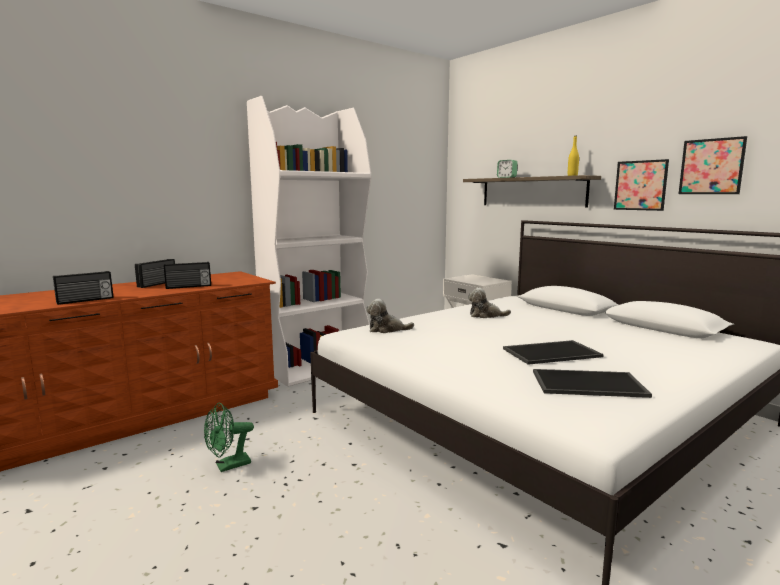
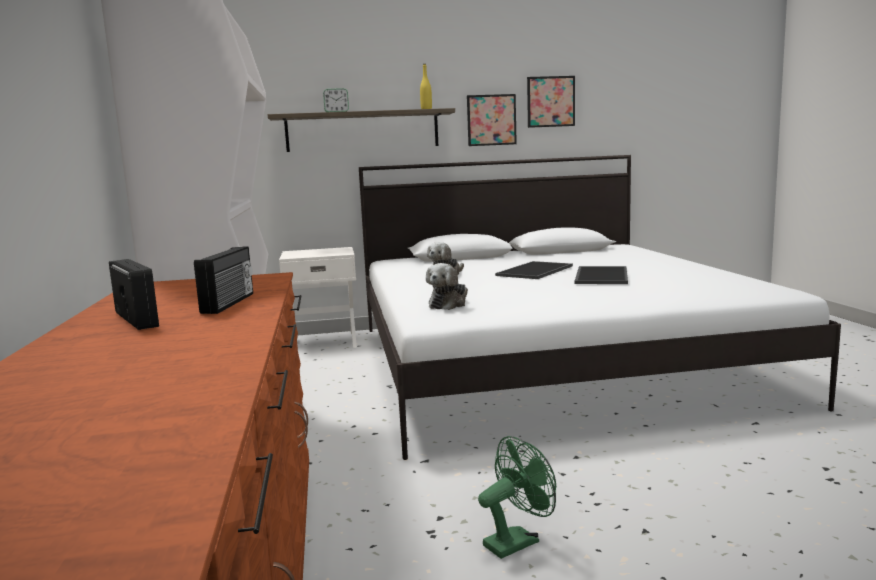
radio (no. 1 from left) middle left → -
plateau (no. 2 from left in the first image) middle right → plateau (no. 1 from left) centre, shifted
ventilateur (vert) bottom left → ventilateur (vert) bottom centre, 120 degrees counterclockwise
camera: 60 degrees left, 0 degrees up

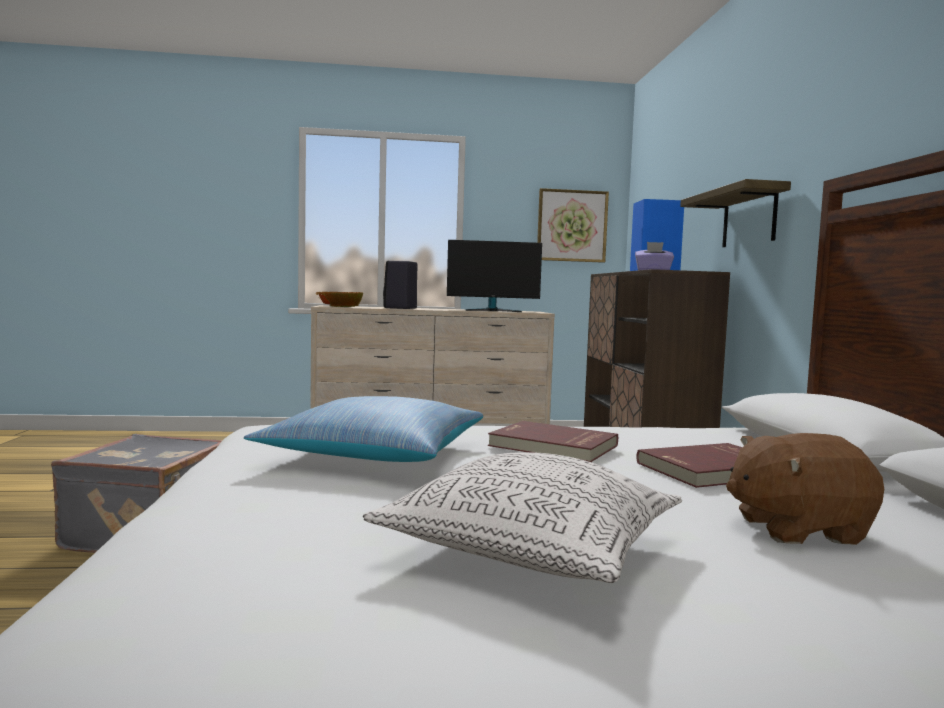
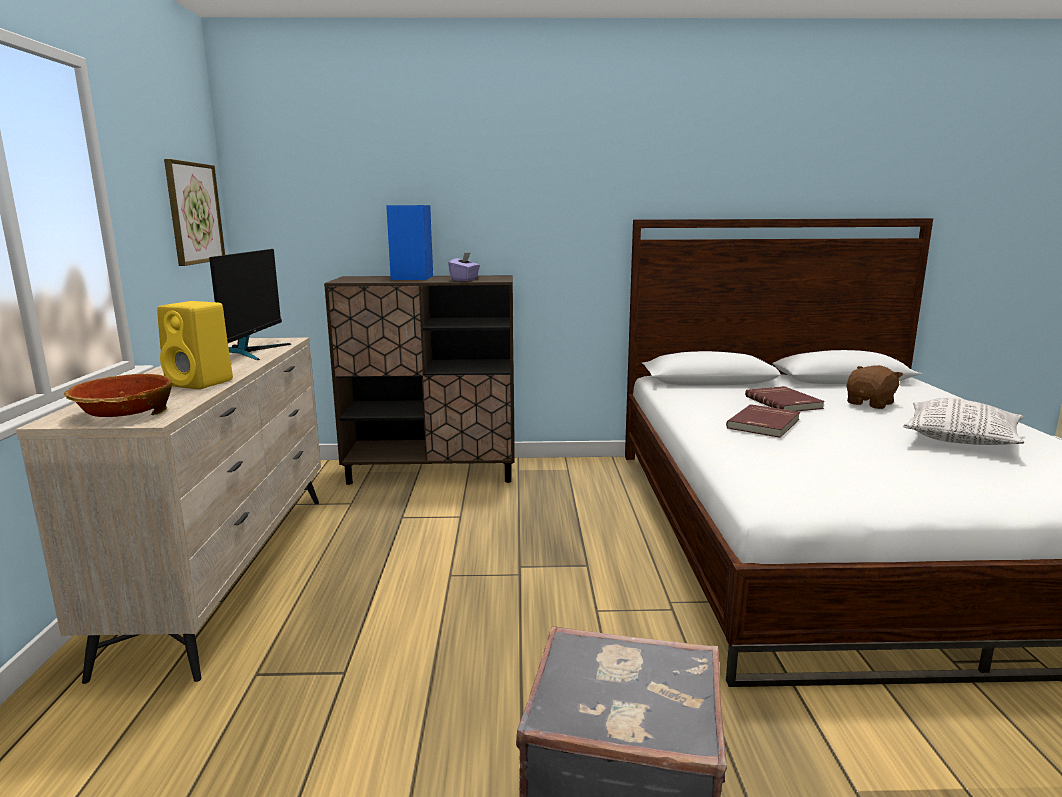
étagère top right → -
enceinte (noir) centre → enceinte (jaune) middle left
coussin (no. 1 from left) centre → -
peluche (marron) bottom right → peluche (marron) middle right, 135 degrees counterclockwise
camera: 85 degrees left, 10 degrees up

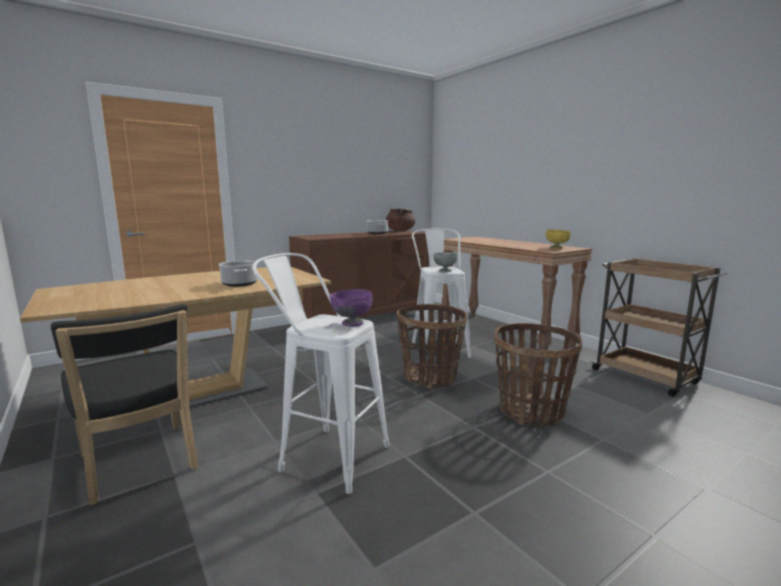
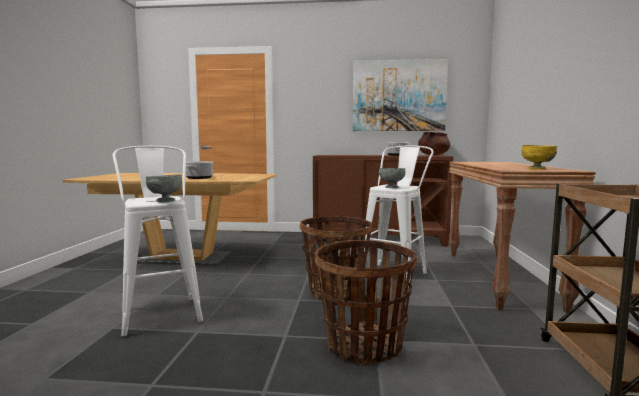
bol (violet) centre → bol (gris) (no. 1 from left) middle left
chaise (noir) bottom left → -
- → tableau top centre
camera: 40 degrees right, 5 degrees down

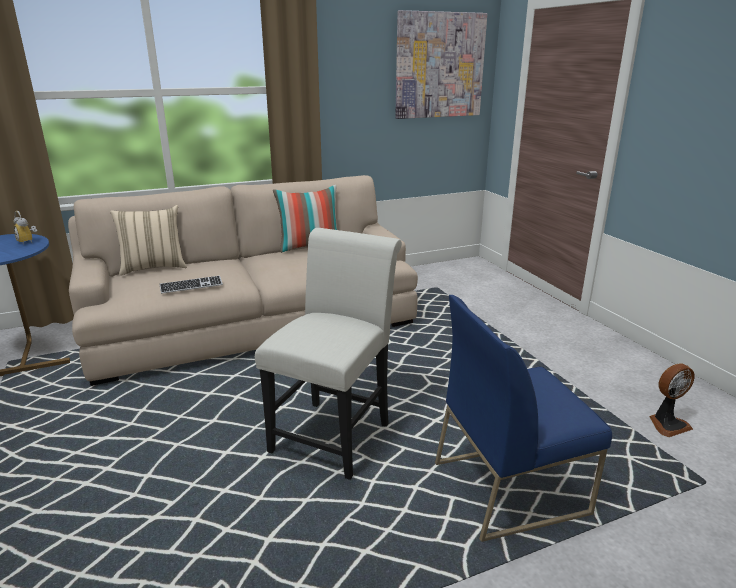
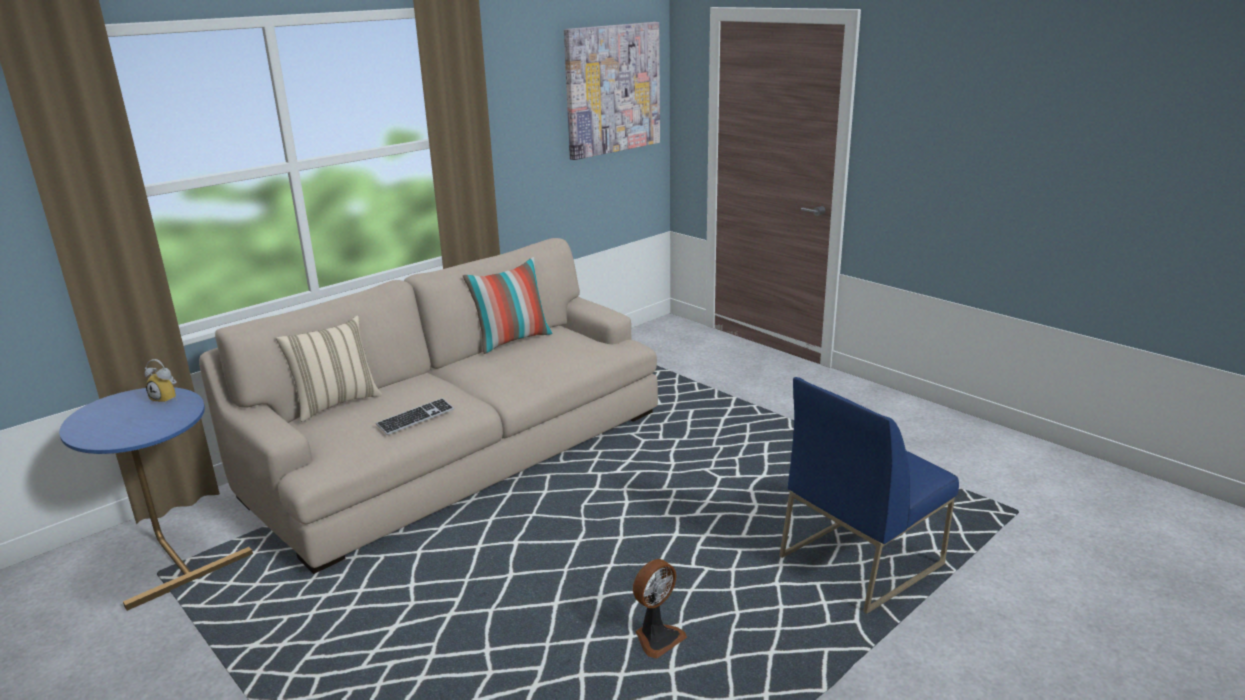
chaise (blanc) centre → -
ventilateur bottom right → ventilateur bottom centre, shifted
camera: 20 degrees left, 0 degrees up

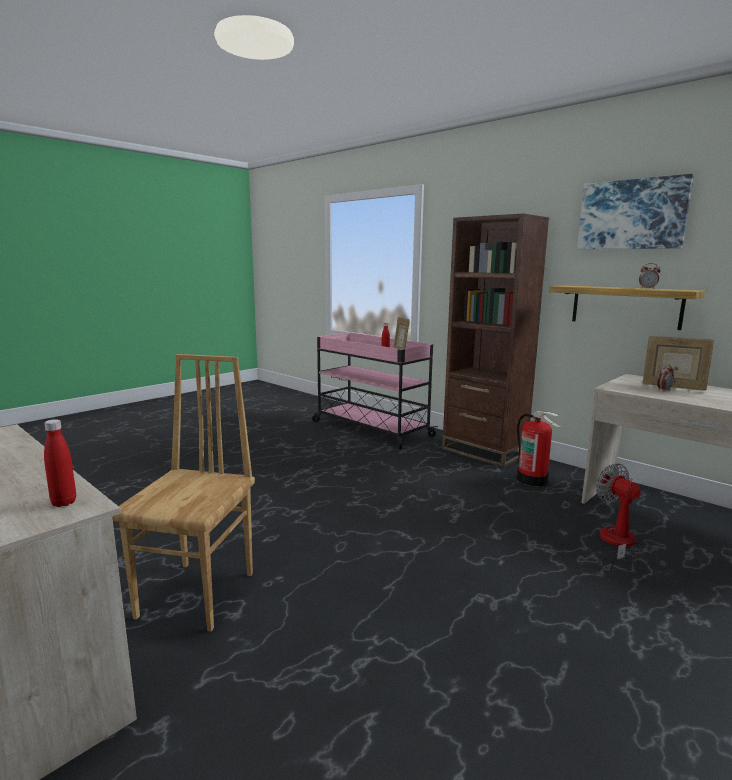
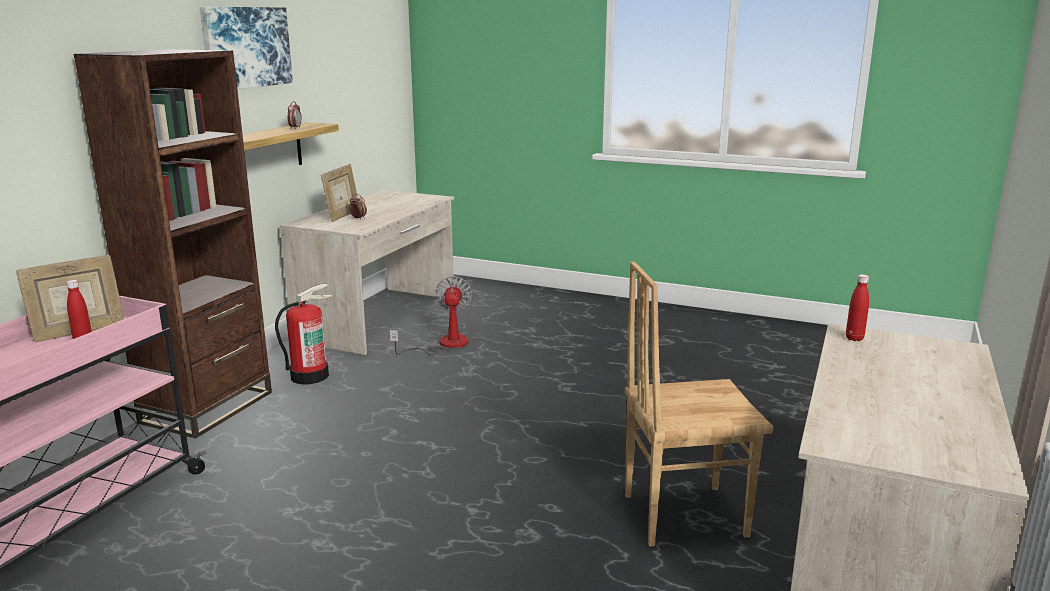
ventilateur middle right → ventilateur centre, 135 degrees clockwise
camera: 110 degrees left, 5 degrees up

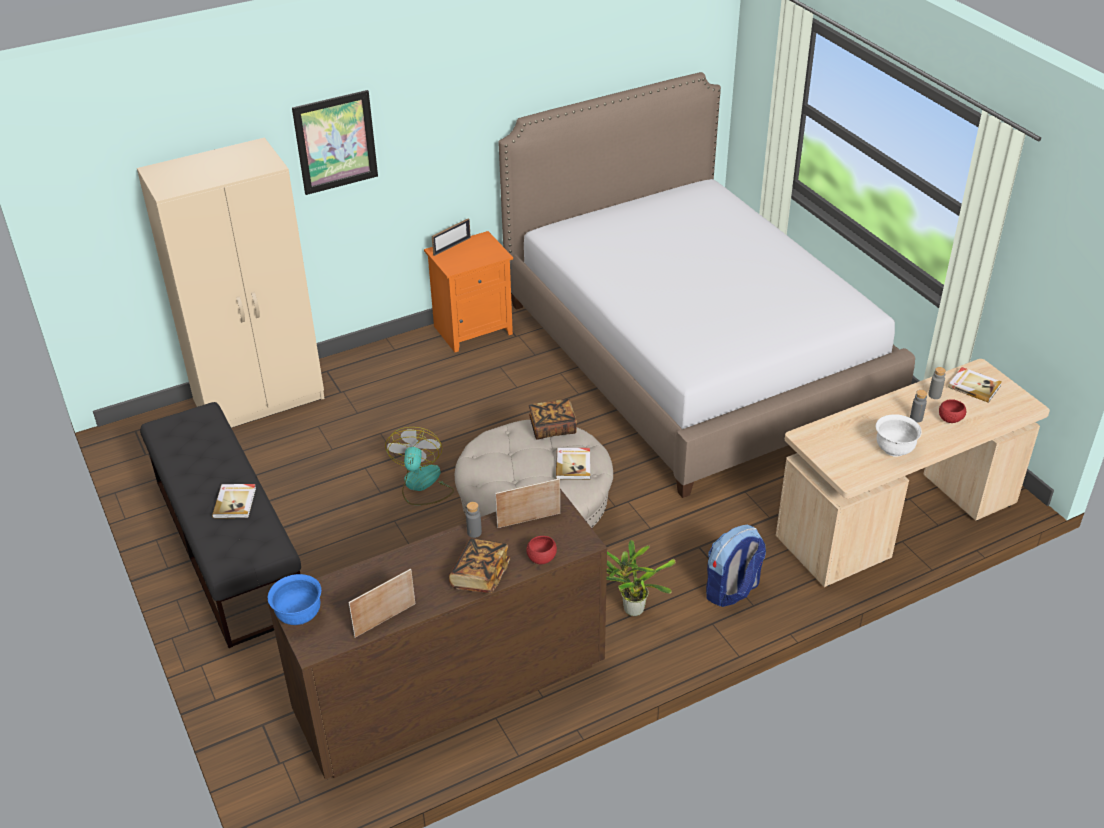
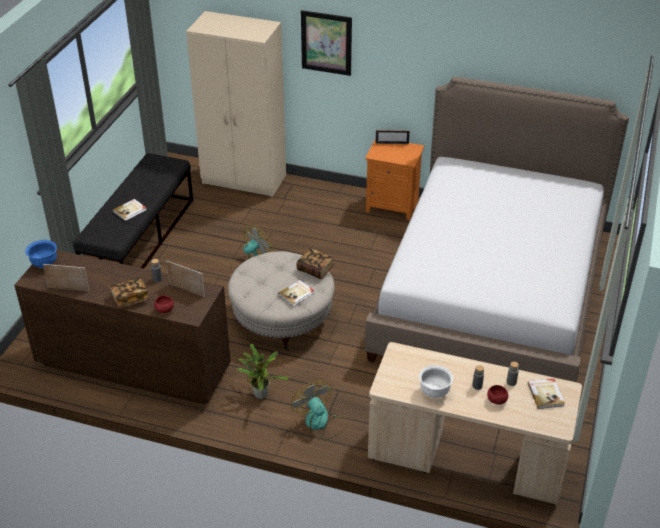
sac à dos bottom right → ventilateur (no. 2 from left) bottom centre
camera: 45 degrees right, 0 degrees up

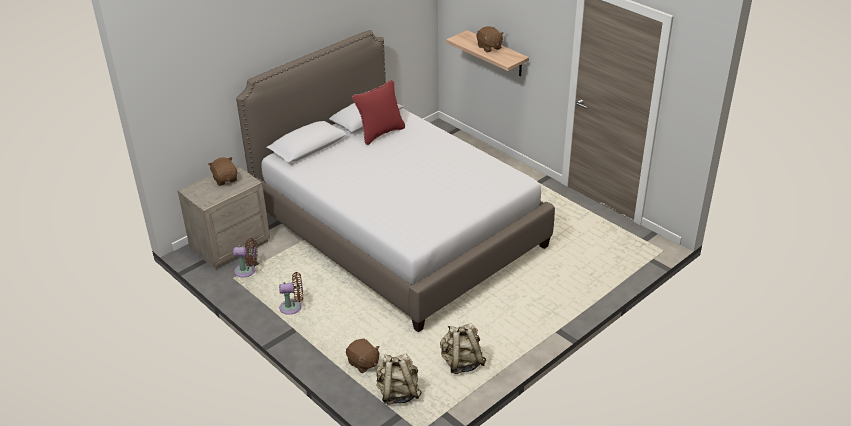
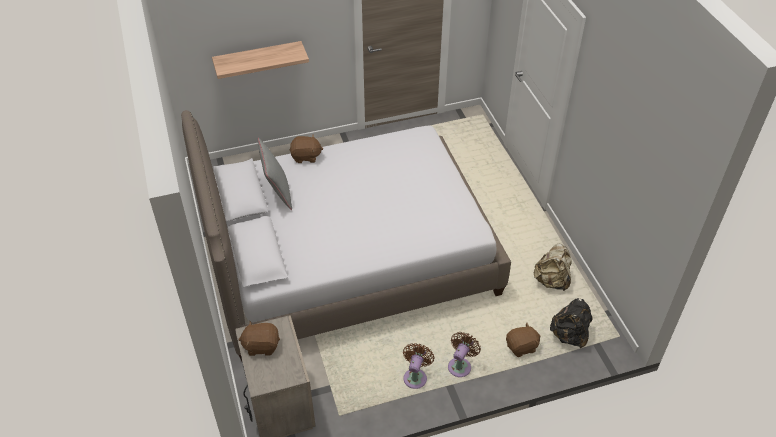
peluche (marron) (no. 3 from left in the first image) top centre → peluche (marron) (no. 2 from left) centre, shifted
coussin (rouge) top centre → coussin (gris) centre
ventilateur (marron) (no. 1 from left in the first image) middle left → ventilateur (marron) (no. 2 from left) bottom centre, shifted
sac à dos (beige) (no. 1 from left) bottom centre → sac à dos (noir) bottom right
camera: 65 degrees left, 10 degrees up

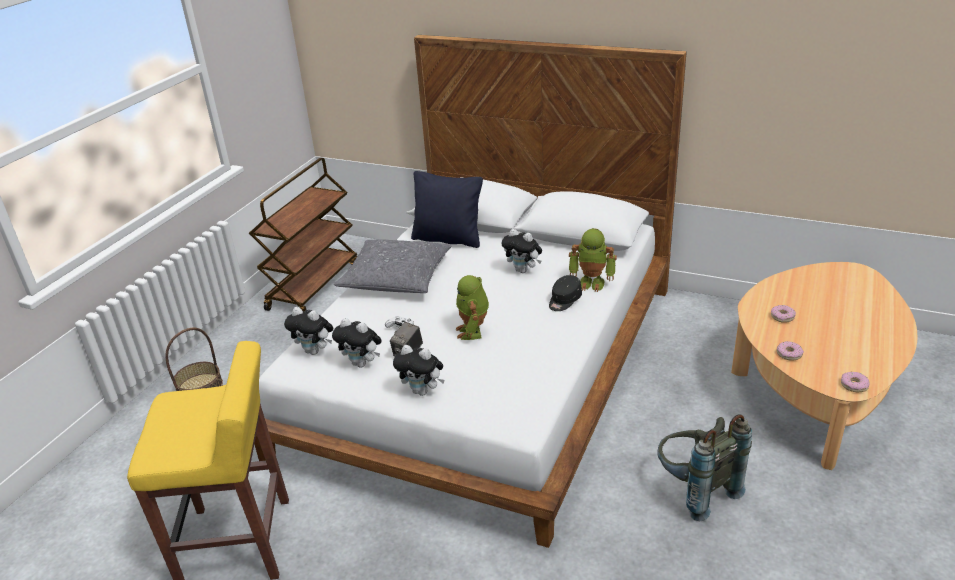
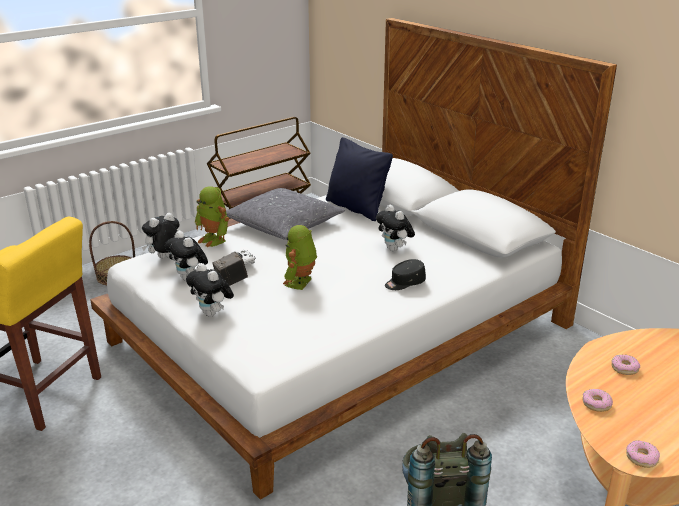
robot jouet (no. 2 from left in the first image) centre → robot jouet (no. 1 from left) middle left, shifted
peluche (no. 1 from left) middle left, 90 degrees clockwise
camera: 25 degrees right, 5 degrees down

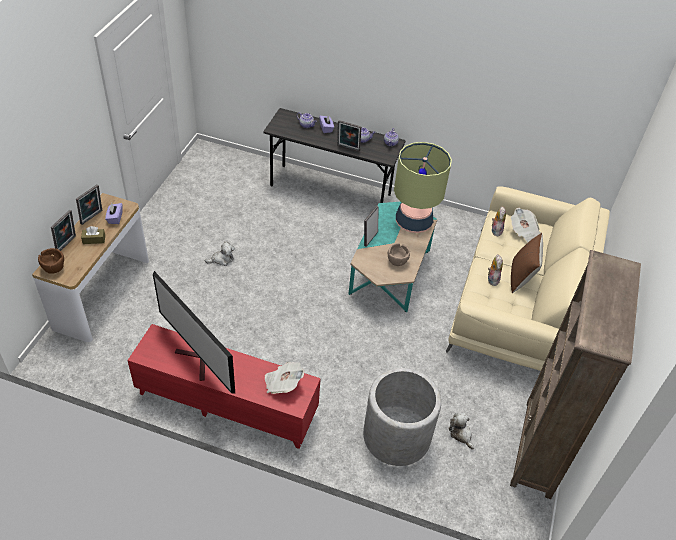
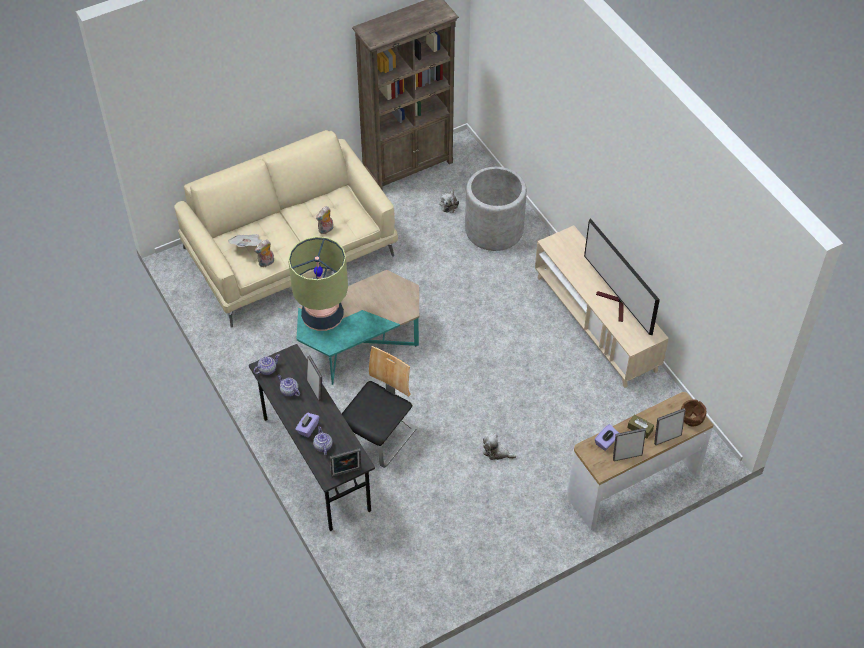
cadre photo (no. 4 from left in the first image) centre → cadre photo (no. 2 from left) bottom centre, shifted
coussin (marron) middle right → -
bol (marron) (no. 2 from left) centre → -
téléviseur middle left → téléviseur middle right, 150 degrees clockwise
meuble télé (rouge) bottom left → meuble télé (beige) middle right
journal (no. 1 from left) bottom centre → -
- → chaise centre
camera: 135 degrees left, 5 degrees up

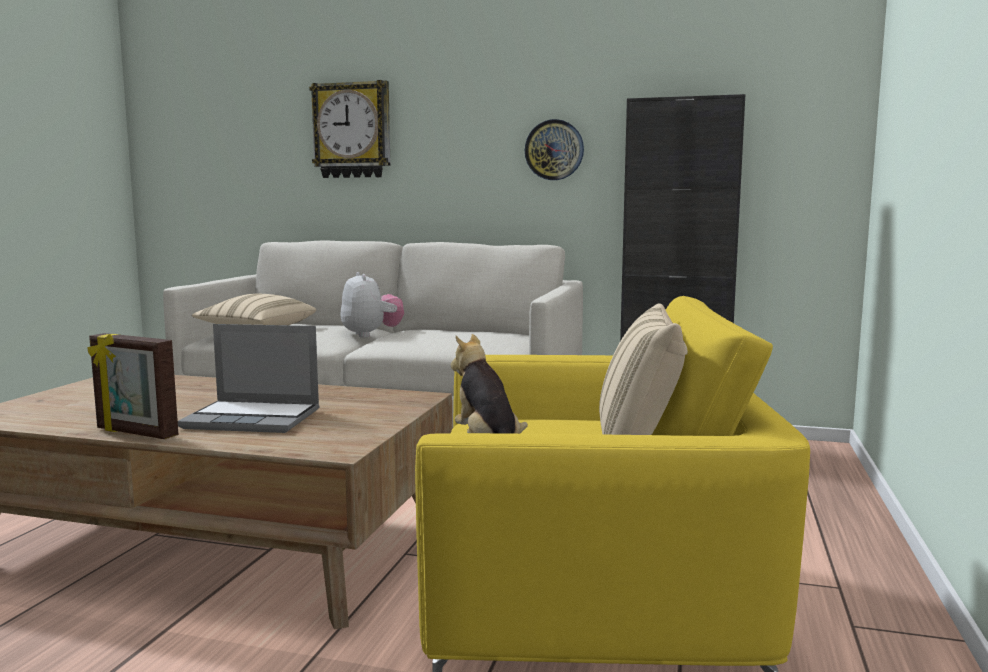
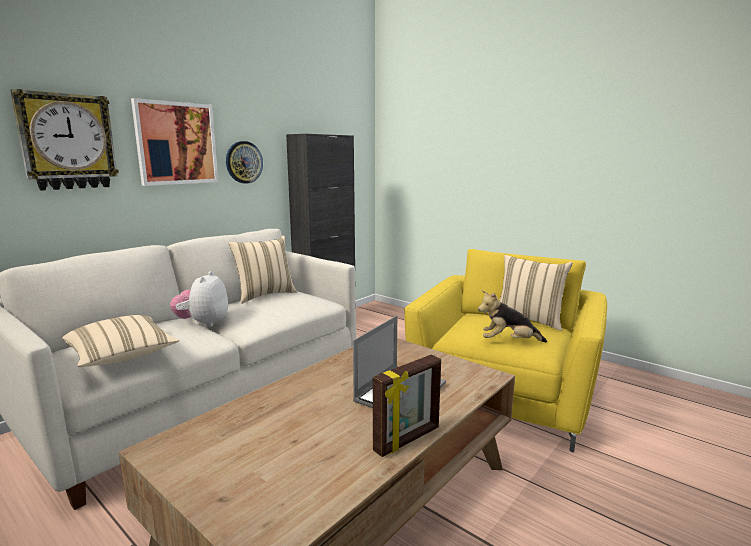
peluche (no. 1 from left) centre → peluche (no. 1 from left) middle left, 90 degrees counterclockwise
- → tableau top left
- → coussin (beige) (no. 2 from left) centre
camera: 65 degrees left, 5 degrees up

